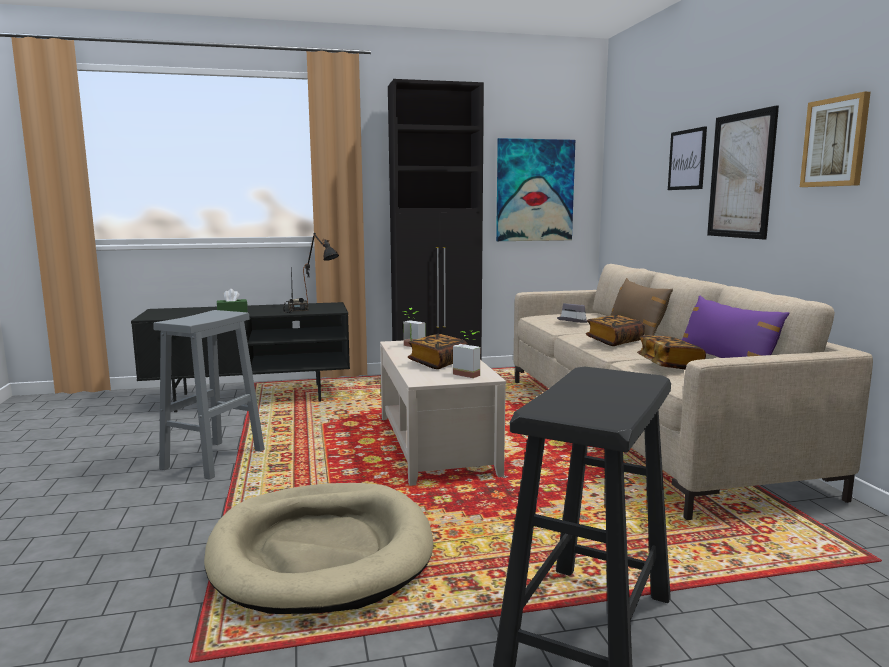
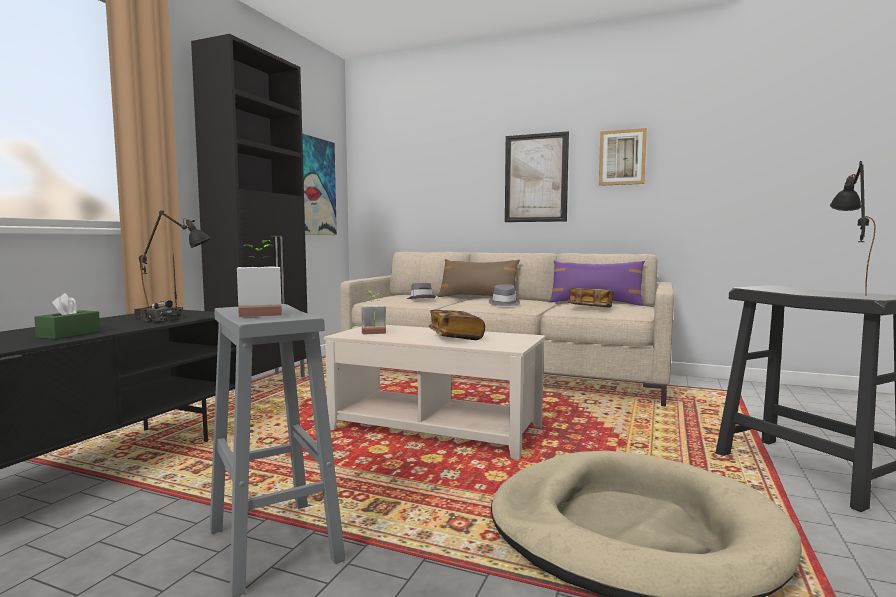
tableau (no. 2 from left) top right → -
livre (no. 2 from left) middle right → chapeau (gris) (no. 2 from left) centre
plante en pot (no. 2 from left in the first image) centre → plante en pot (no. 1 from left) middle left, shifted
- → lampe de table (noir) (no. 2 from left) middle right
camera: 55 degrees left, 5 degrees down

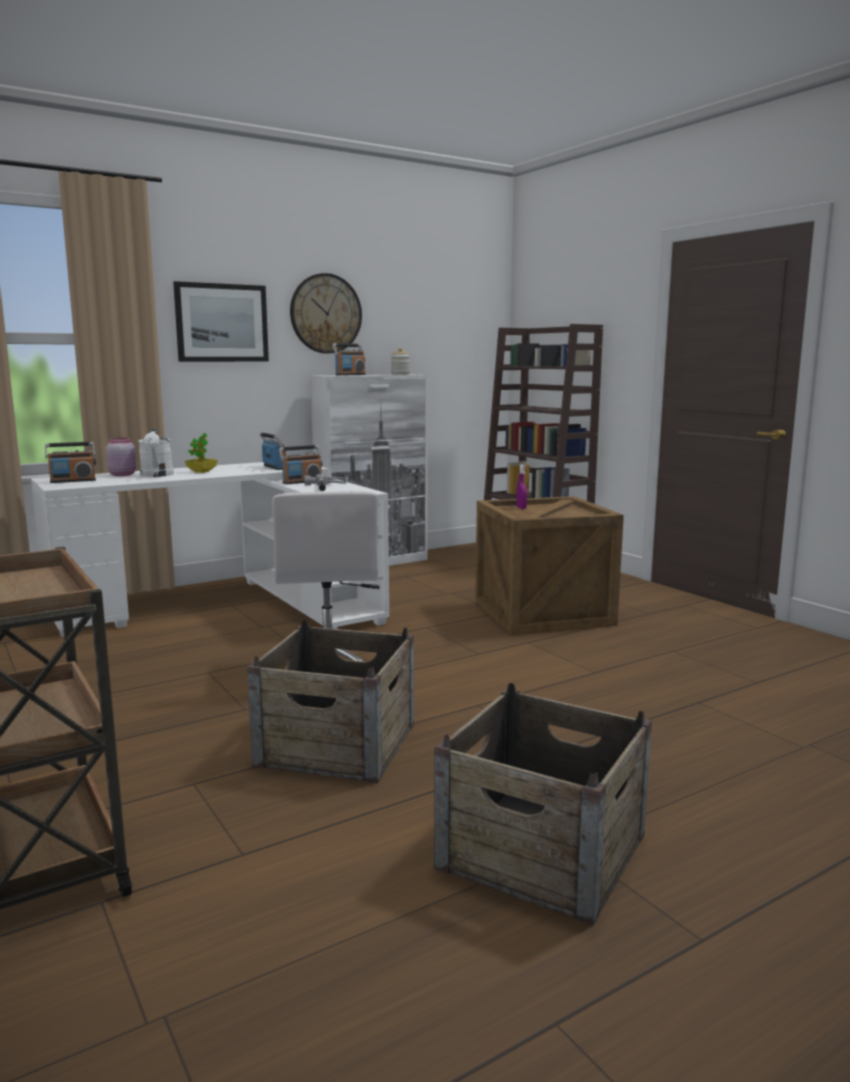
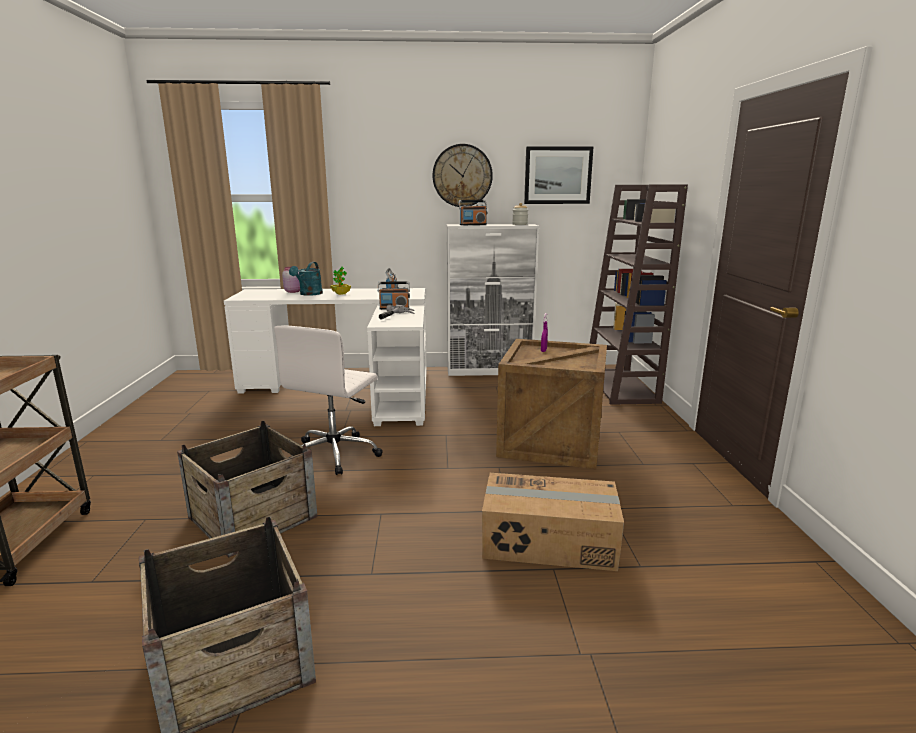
tableau top left → tableau top centre, shifted
arrosoir (blanc) middle left → arrosoir (turquoise) centre
radio (no. 1 from left) middle left → -
- → carton bottom centre
camera: 30 degrees right, 5 degrees up

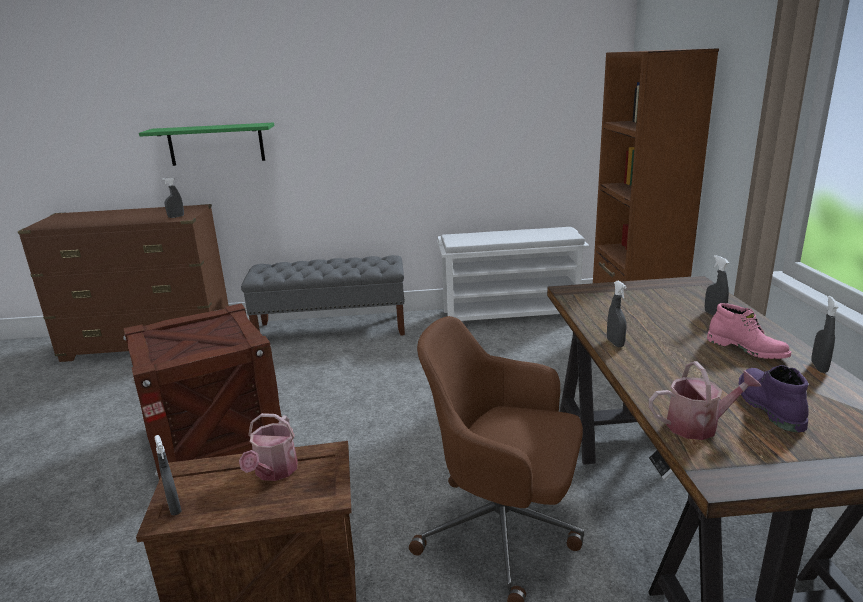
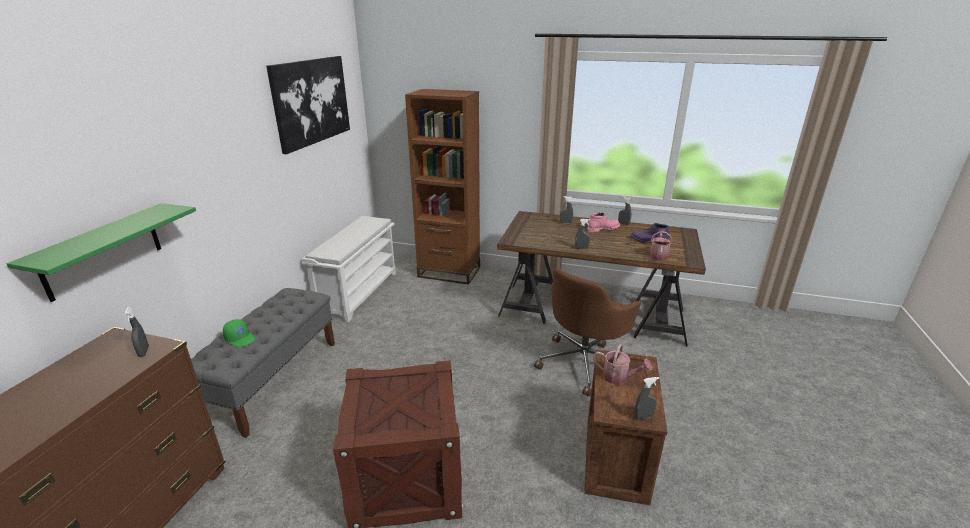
- → tableau top left
- → casquette (vert) middle left
camera: 70 degrees left, 5 degrees up

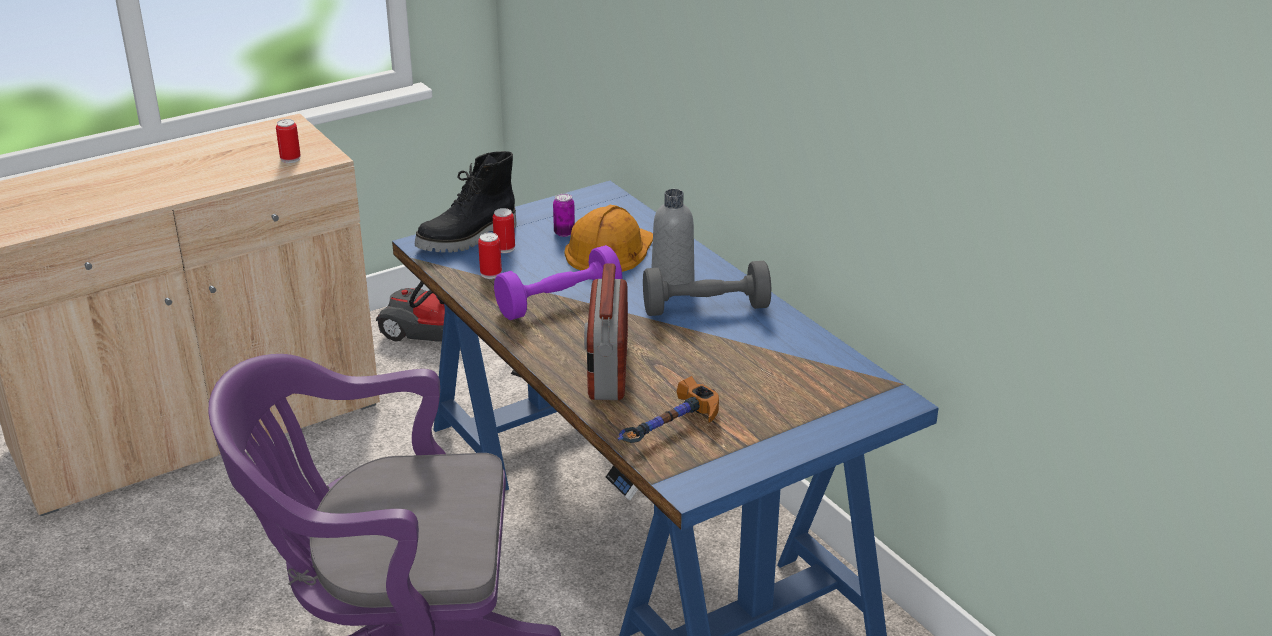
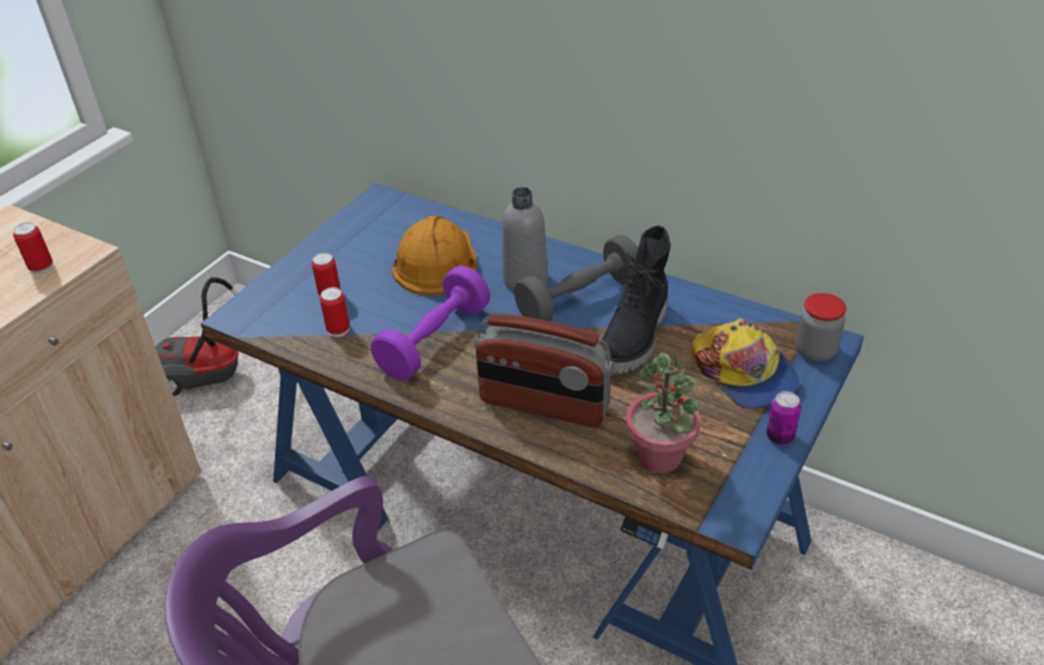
botte (noir) top centre → botte (noir) centre, shifted
boîte métallique (no. 4 from left) centre → boîte métallique (no. 4 from left) middle right, shifted
radio centre, 45 degrees counterclockwise
marteau centre → plante en pot centre
- → bocal middle right
- → casquette middle right
camera: 25 degrees left, 10 degrees up

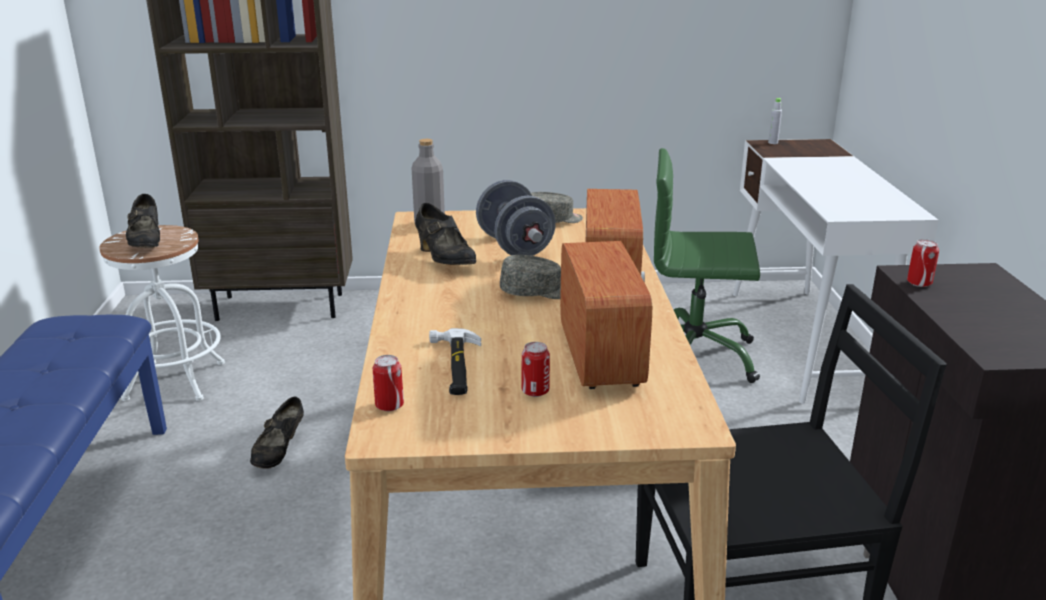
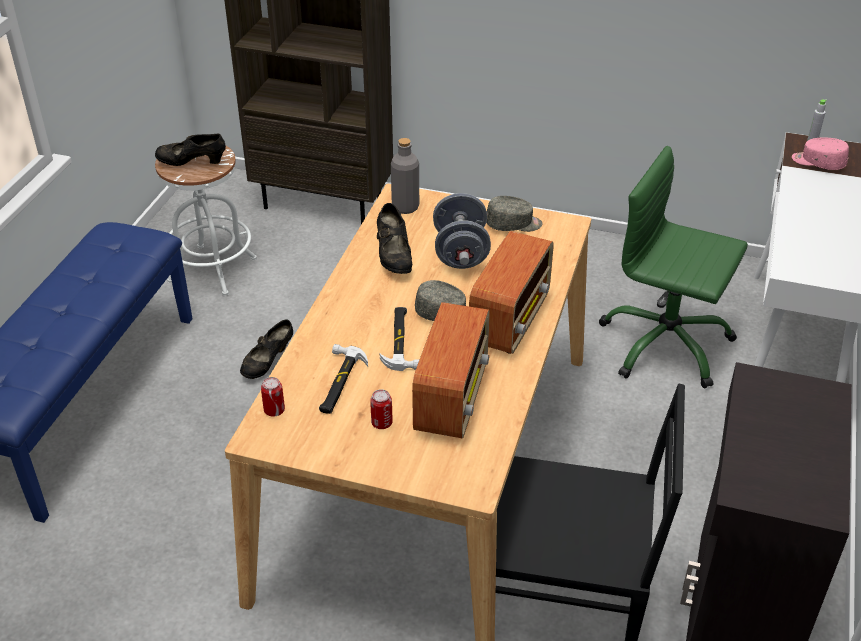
chaussure (noir) (no. 1 from left) middle left → chaussure (noir) (no. 1 from left) top left, 90 degrees clockwise
boîte métallique (no. 3 from left) middle right → -
- → casquette (rose) top right
- → marteau (no. 2 from left) centre
camera: 20 degrees right, 15 degrees up

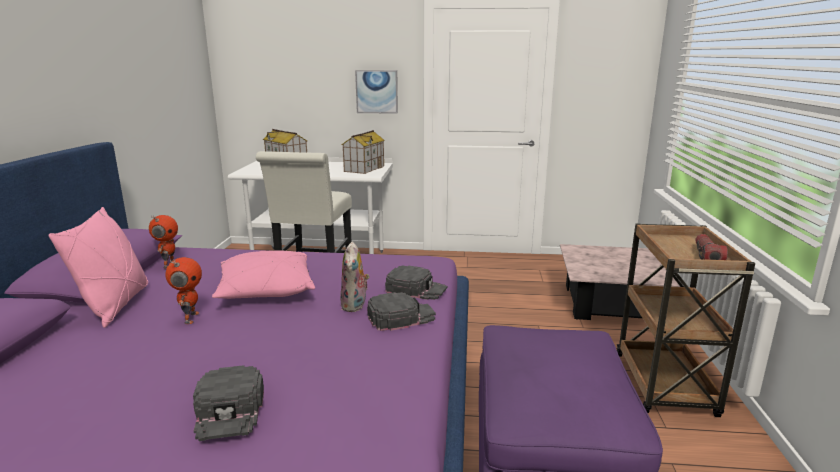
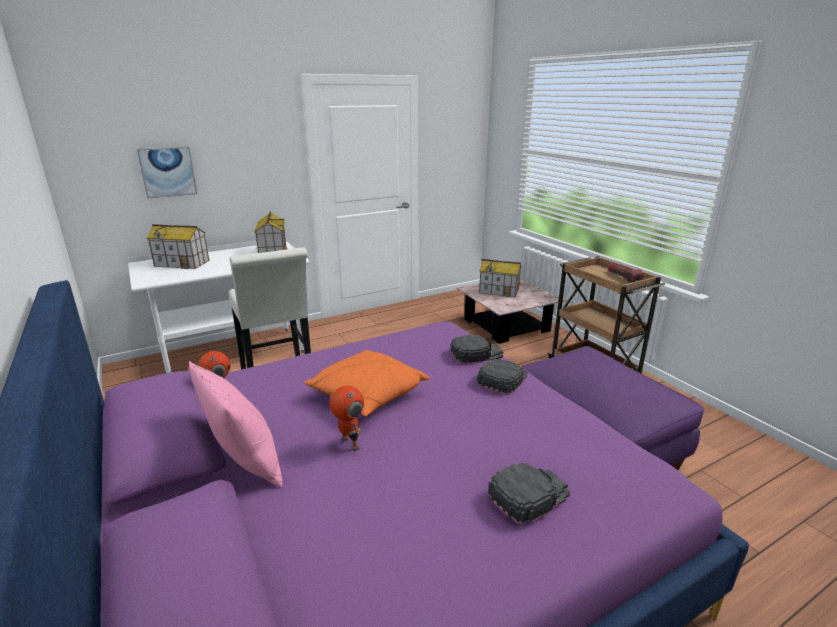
tableau top centre → tableau top left, shifted
peluche centre → -
coussin (rose) (no. 2 from left) middle left → coussin (orange) centre
casquette (noir) (no. 1 from left in the first image) bottom left → casquette (noir) (no. 3 from left) bottom centre, 75 degrees counterclockwise
- → maison miniature (no. 3 from left) centre
camera: 35 degrees left, 5 degrees up

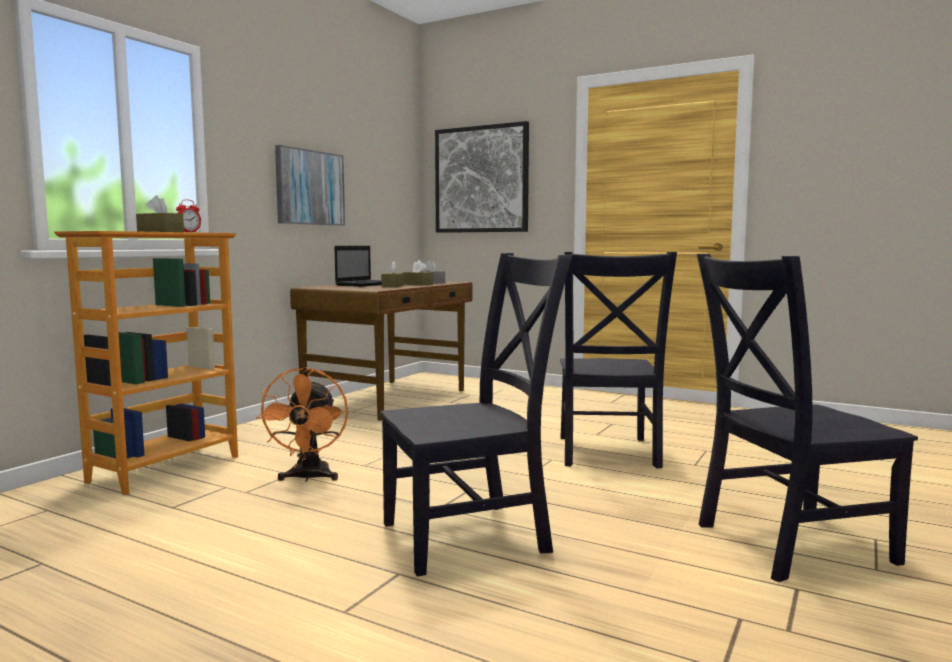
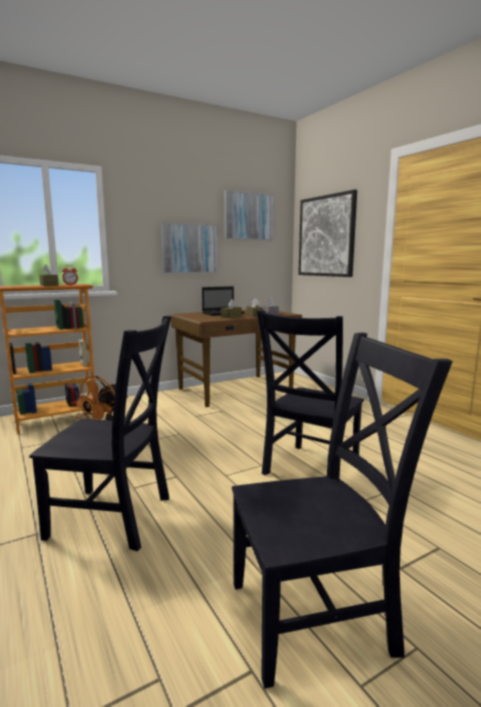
chaise (noir) (no. 3 from left) middle right → chaise (noir) (no. 3 from left) bottom right, 150 degrees clockwise
- → tableau (no. 2 from left) top centre
camera: 30 degrees right, 5 degrees up

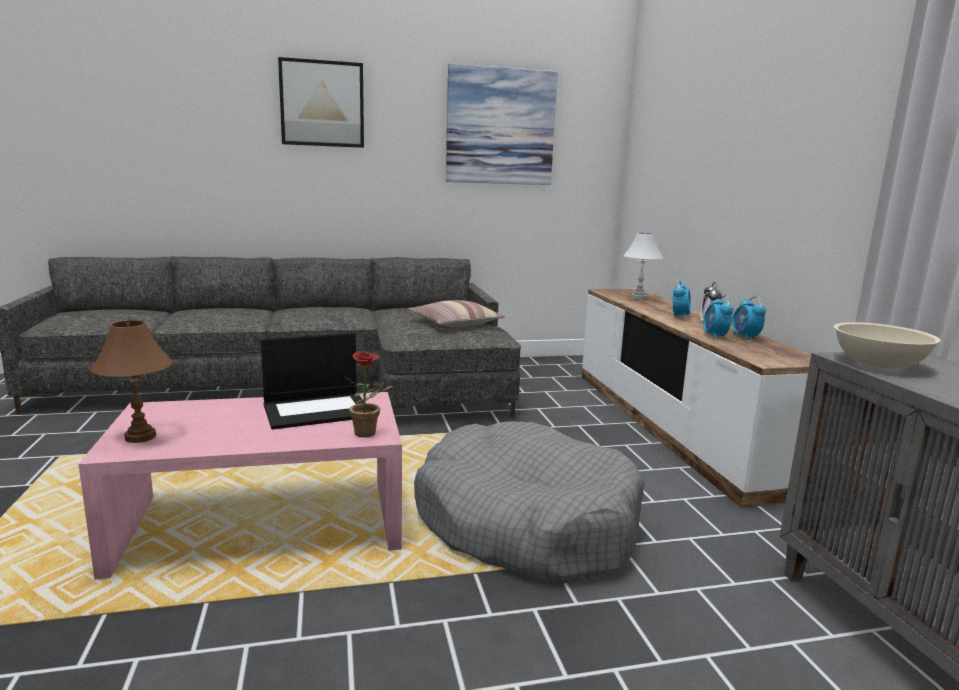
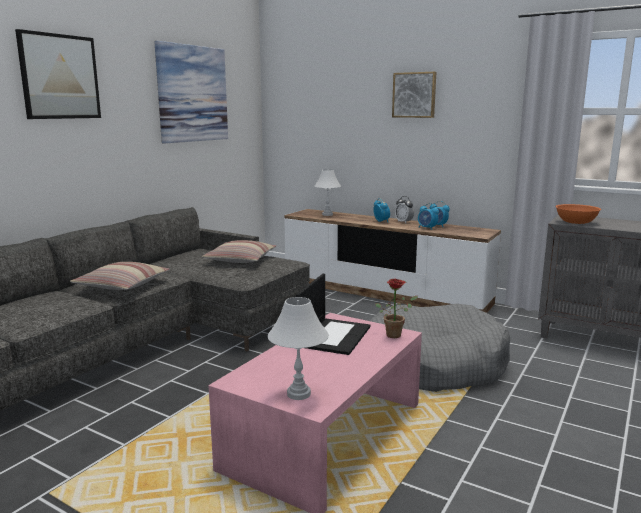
lampe de table (marron) middle left → lampe de table (blanc) (no. 1 from left) bottom centre
bol (beige) middle right → bol (orange) middle right
- → tableau (no. 3 from left) top centre
- → coussin (no. 1 from left) middle left
camera: 45 degrees left, 0 degrees up

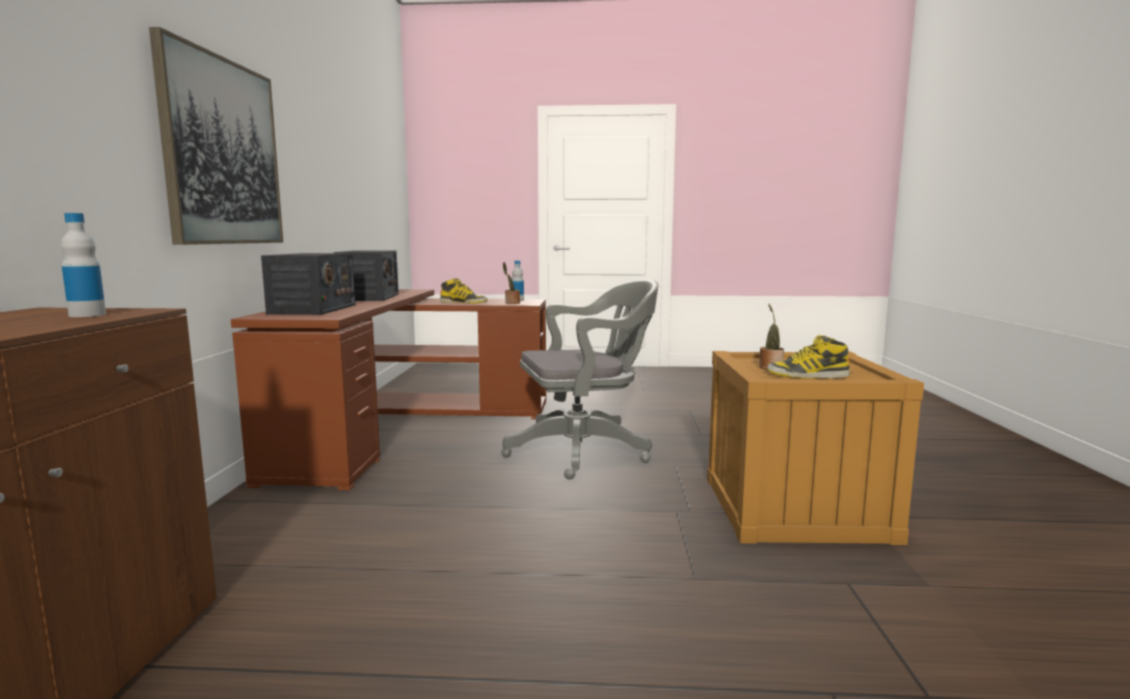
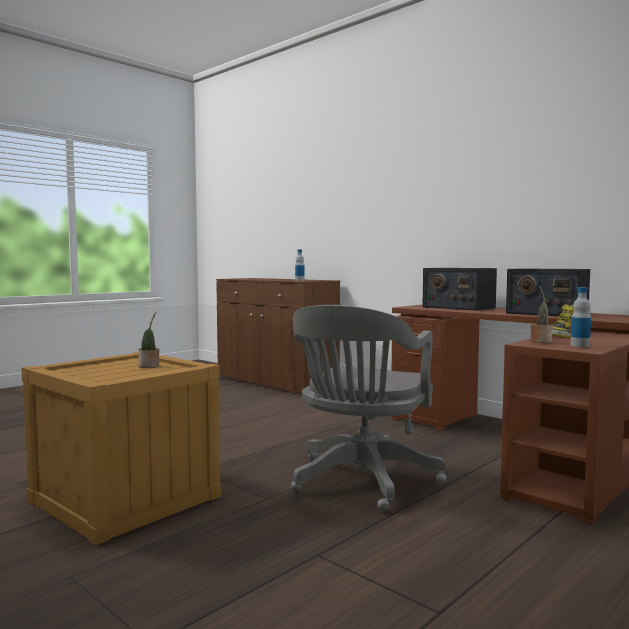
tableau top left → -
botte (no. 2 from left) middle right → -
camera: 130 degrees right, 5 degrees down

